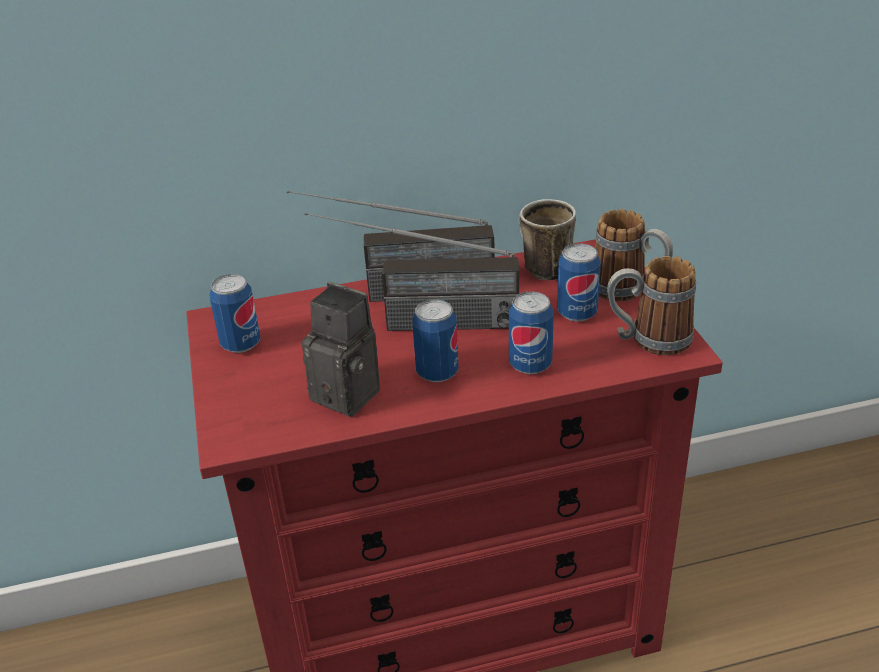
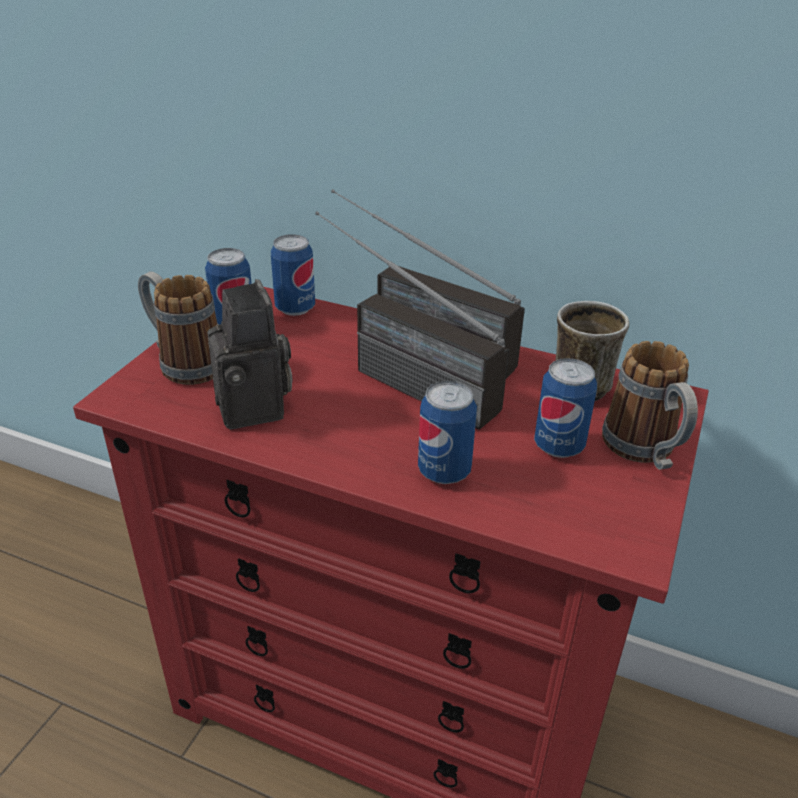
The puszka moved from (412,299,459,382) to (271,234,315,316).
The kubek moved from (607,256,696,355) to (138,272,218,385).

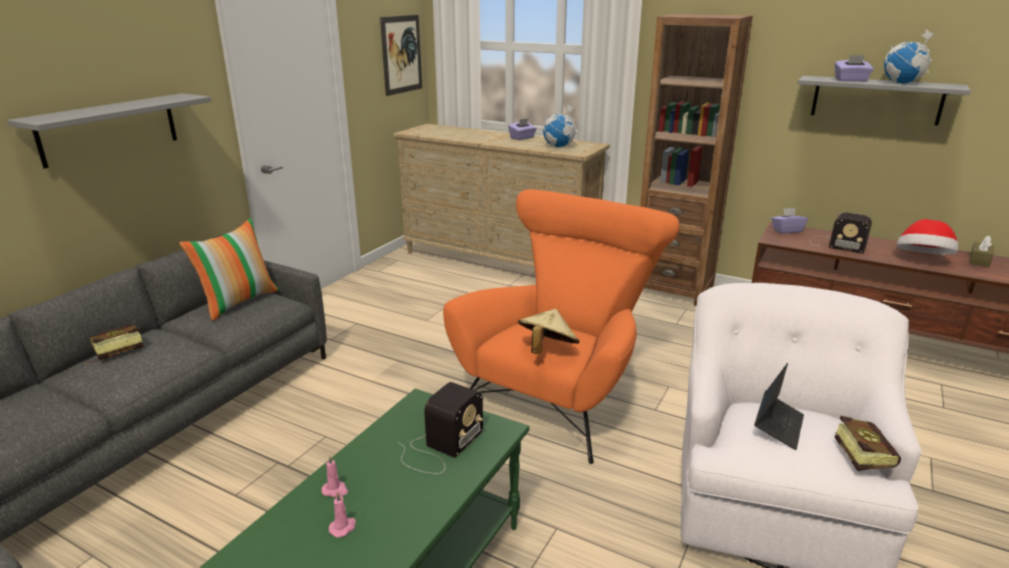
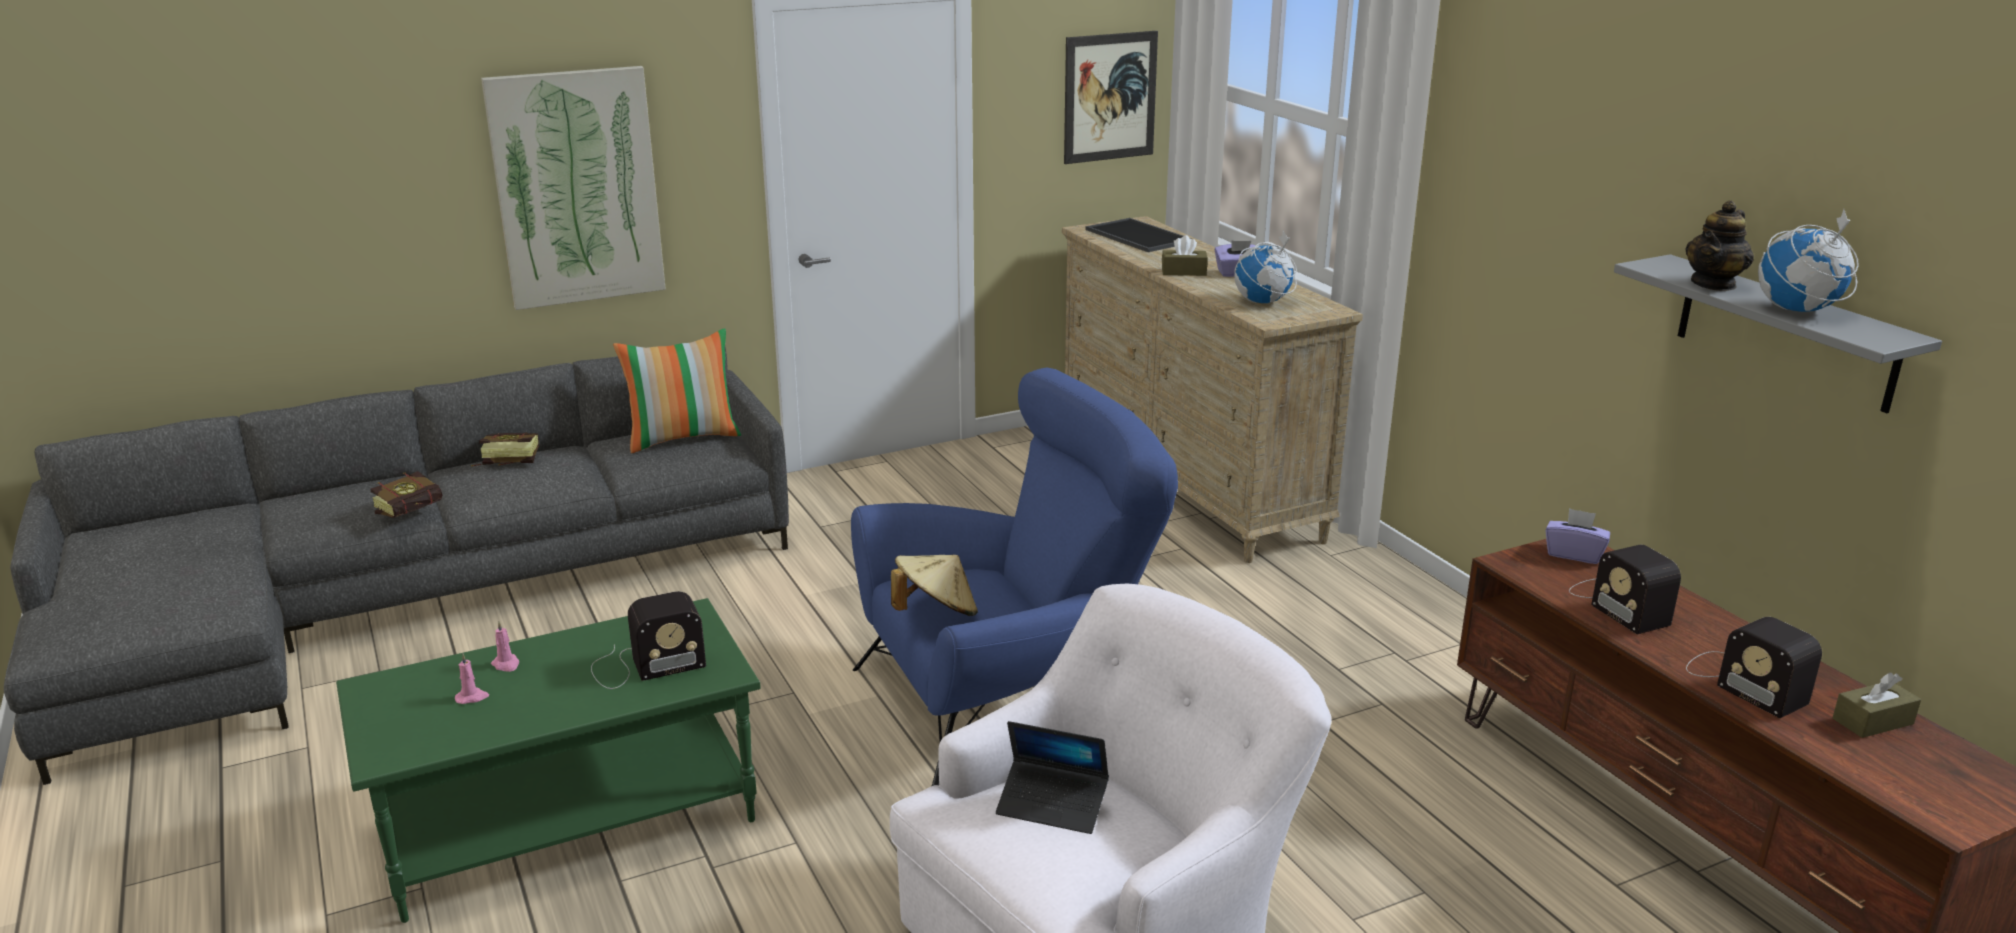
The półka/szary at (7,93,211,169) was replaced by the obraz at (481,66,666,310).
The fotel/pomarańczowy at (443,189,679,464) became the fotel/niebieski at (851,368,1178,786).
The regał/brązowy at (640,14,753,306) disappeared.
The laptop at (754,363,804,450) turned 45 degrees clockwise.
The pudełko chusteczek/fioletowy at (835,55,874,82) was replaced by the imbryk at (1685,200,1754,291).
The książka moved from (835,416,901,471) to (370,471,442,518).
The kapelusz at (896,219,958,255) was replaced by the radio at (1686,617,1822,718).
The taca at (1085,218,1191,252) appeared.
The pudełko chusteczek/brązowy at (1162,235,1208,276) appeared.

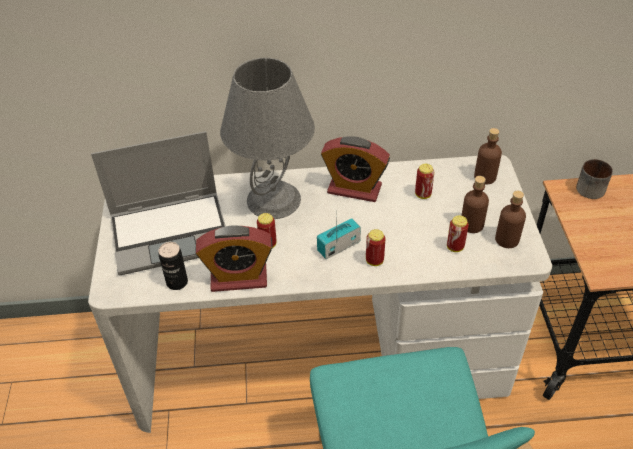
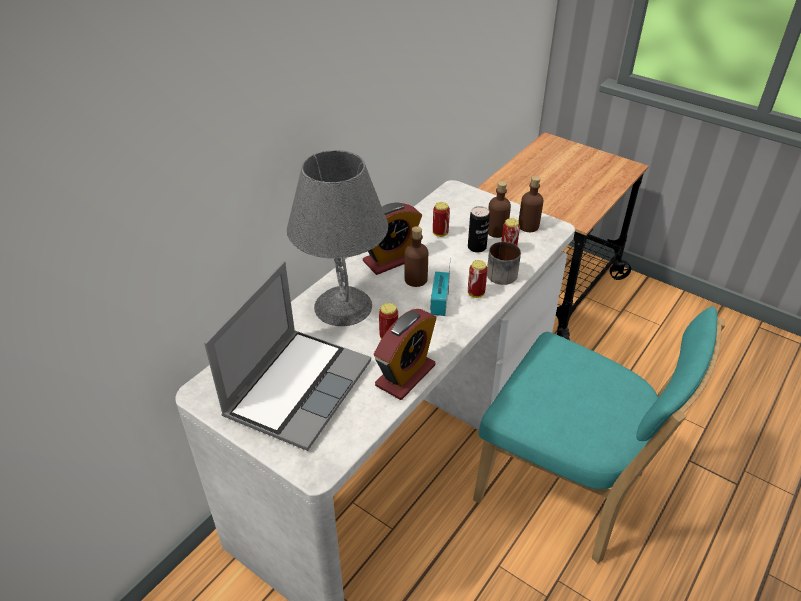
The puszka moved from (159,242,188,290) to (468,206,490,253).
The butelka/brązowy moved from (474,128,502,184) to (404,226,428,287).
The kubek moved from (576,159,613,199) to (487,242,521,285).

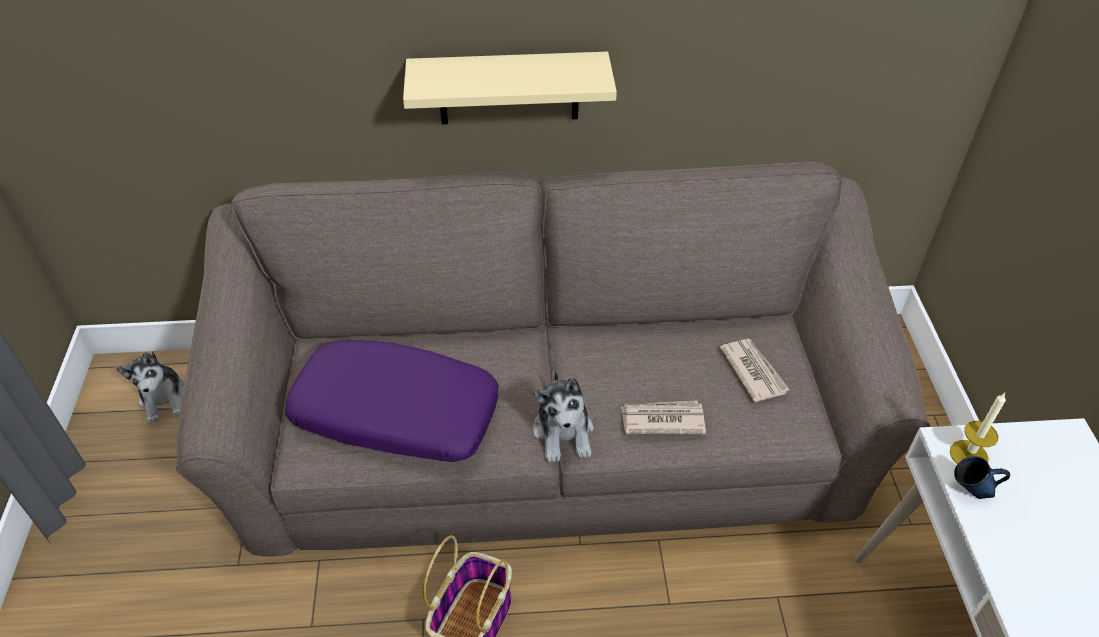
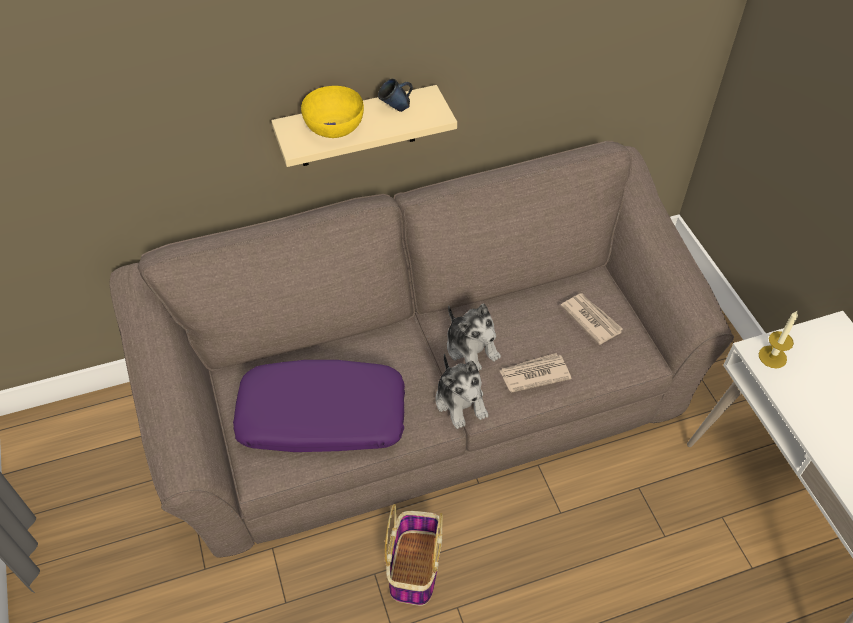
The pluszak moved from (116,351,185,424) to (447,304,501,371).
The kubek/niebieski moved from (954,456,1010,499) to (378,79,413,112).
The miska/żółty at (301,86,364,138) appeared.

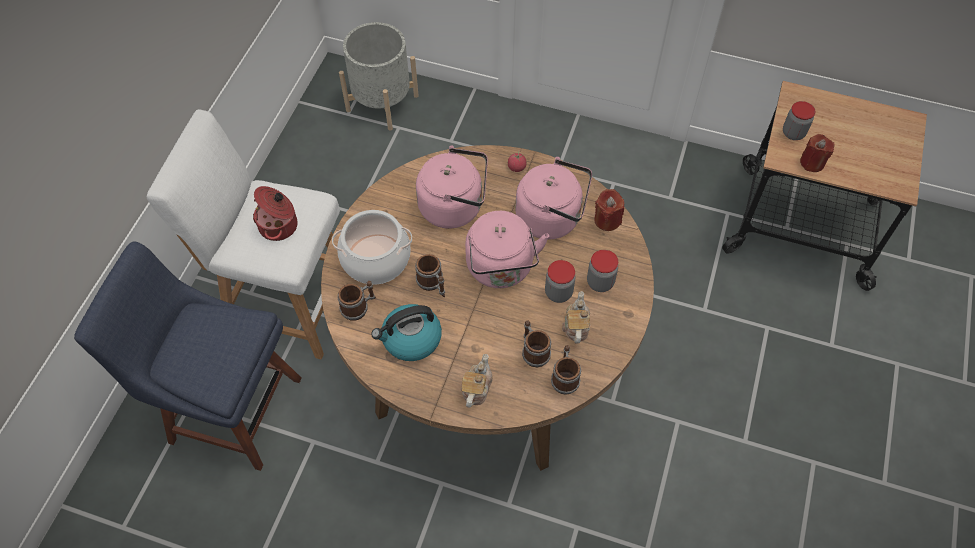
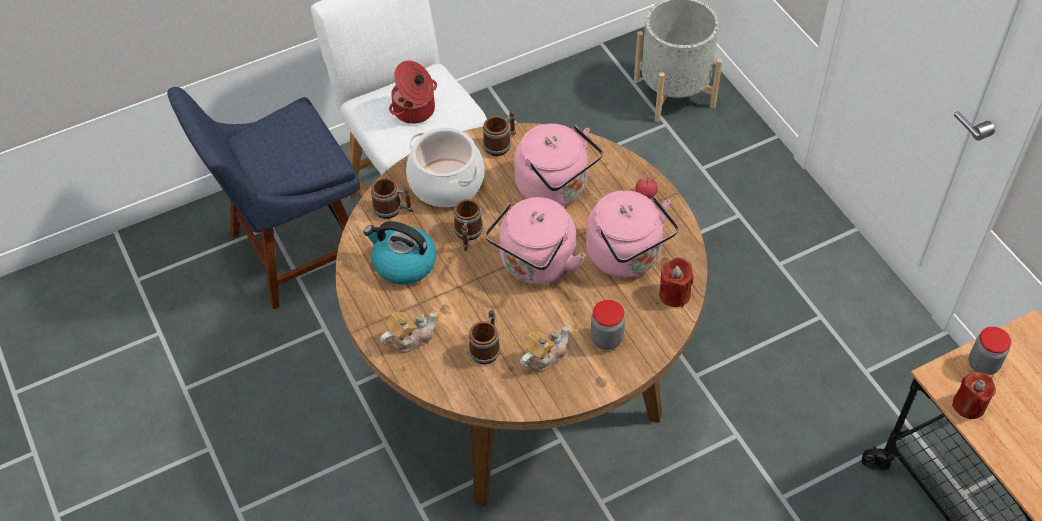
The krzesło/niebieski at (74,242,302,471) turned 90 degrees counterclockwise.
The słoik at (545,260,576,303) disappeared.
The kubek moved from (551,345,581,395) to (483,111,516,156).

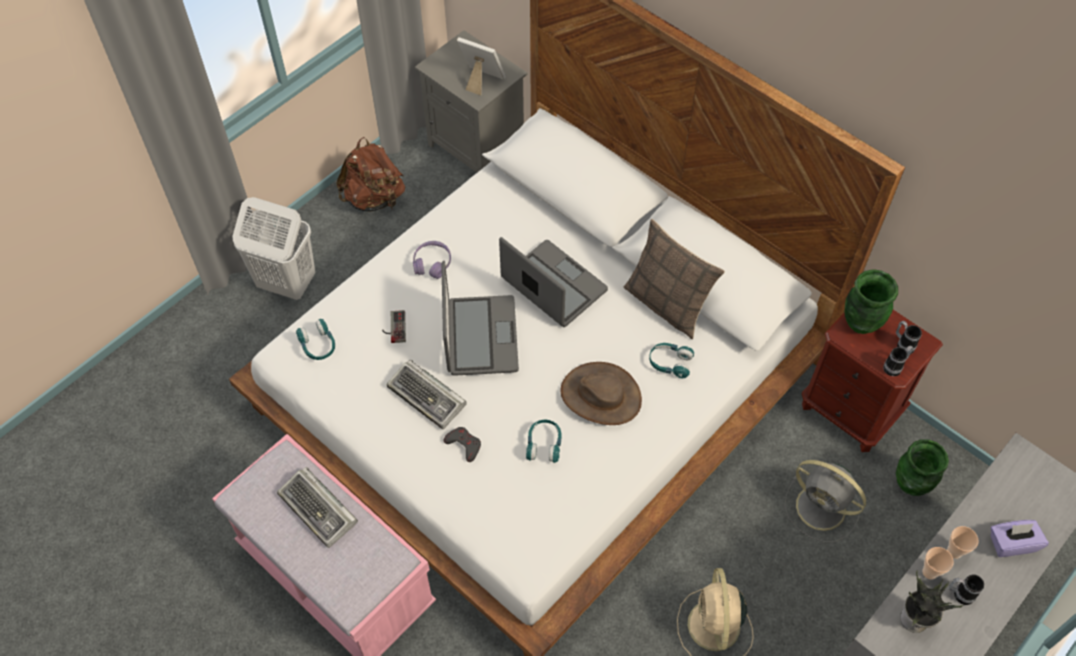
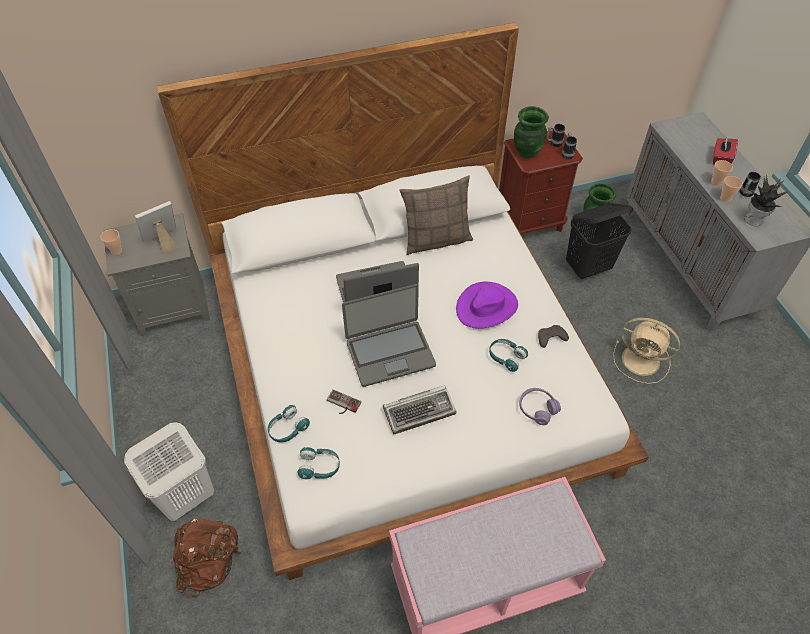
The klawiatura at (277,467,358,548) disappeared.
The plecak/brązowy moved from (336,137,405,211) to (173,518,241,598).
The słuchawki/fioletowy moved from (413,241,451,279) to (519,388,561,425).
The laptop at (441,261,519,376) turned 135 degrees clockwise.
The pad do gier/szary moved from (443,427,481,462) to (538,325,569,348).
The kapelusz/brązowy at (561,362,642,425) became the kapelusz/fioletowy at (456,282,518,329).
The słuchawki/turkusowy moved from (649,343,694,378) to (268,405,310,443).
The wentylator/szary at (784,460,866,542) was replaced by the kosz na pranie/czarny at (566,203,632,279).
The pudełko chusteczek/fioletowy at (991,520,1049,557) became the pudełko chusteczek/czerwony at (713,135,738,165).
The filiżanka at (100,229,122,255) appeared.

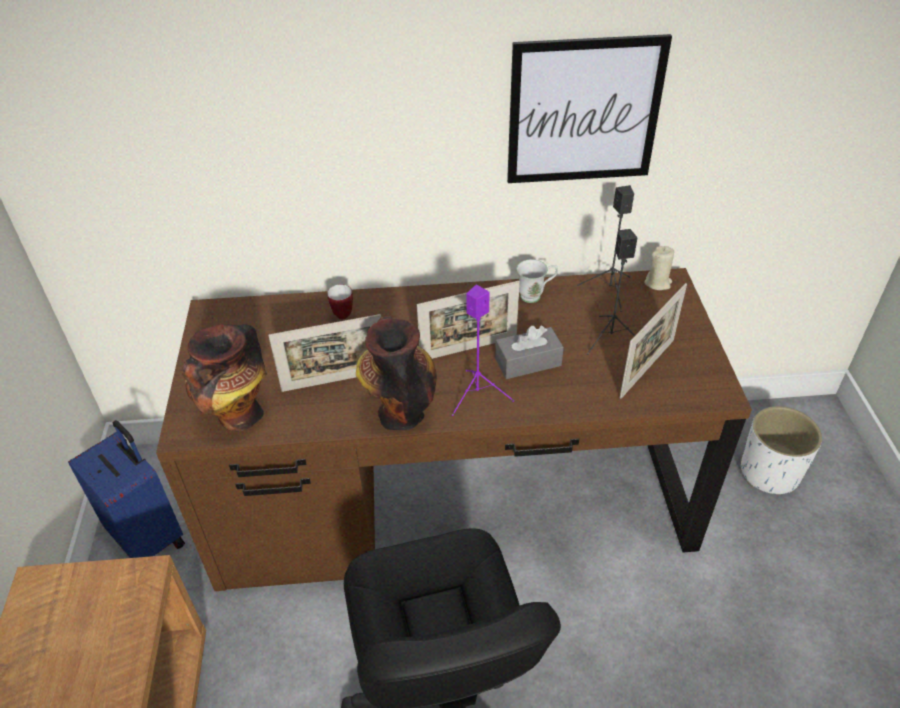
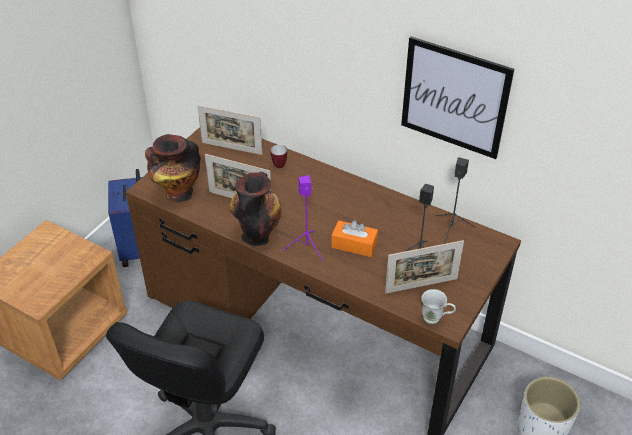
The ramka na zdjęcie moved from (417,281,520,359) to (198,105,263,155).
The pudełko chusteczek/szary at (495,326,564,379) became the pudełko chusteczek/pomarańczowy at (331,220,378,257).
The kubek/biały moved from (517,259,558,303) to (422,289,456,324).
The świeca/beżowy at (644,246,674,290) disappeared.

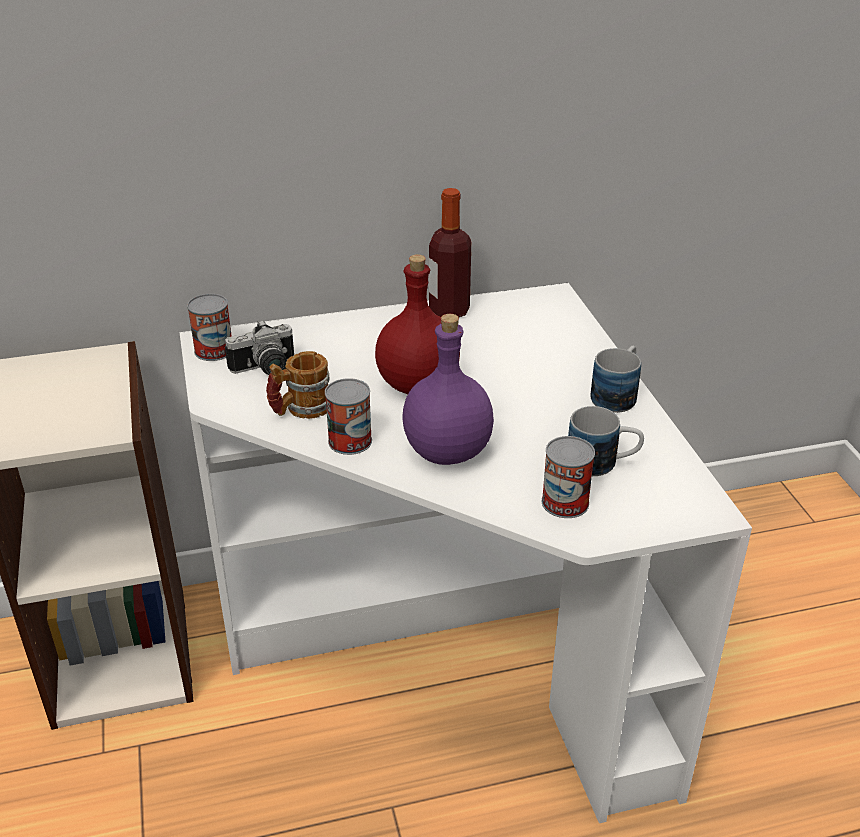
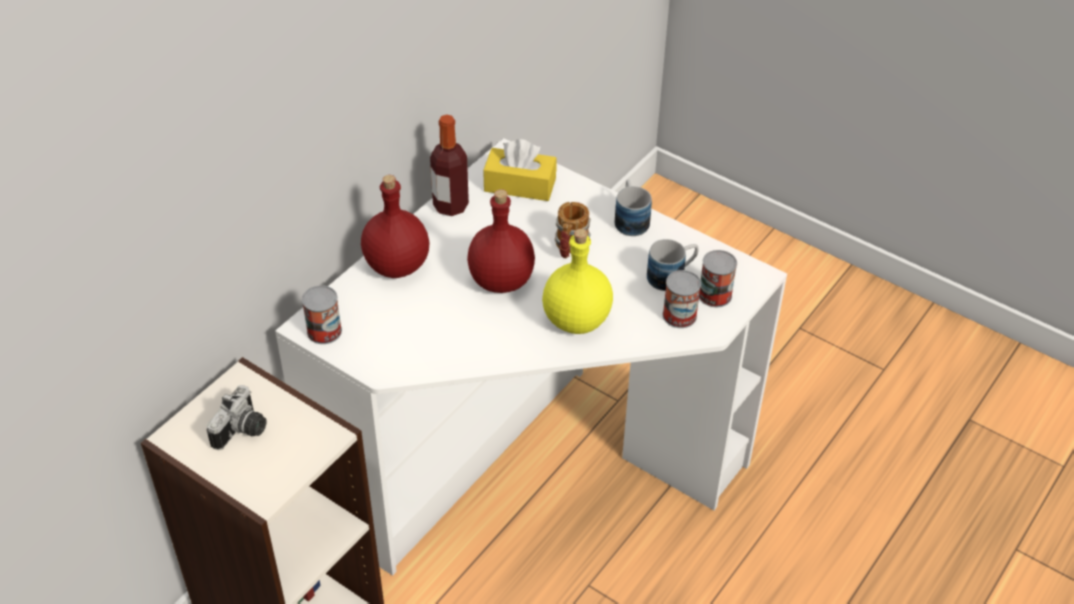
The aparat fotograficzny moved from (225,320,294,375) to (206,385,267,450).
The kubek moved from (266,351,329,419) to (555,202,591,258).
The puszka moved from (325,378,372,455) to (699,250,737,307).
The butelka/fioletowy at (403,314,494,465) became the butelka/żółty at (542,229,613,334).
The butelka/czerwony at (361,175,430,278) appeared.
The pudełko chusteczek/żółty at (483,139,556,201) appeared.

